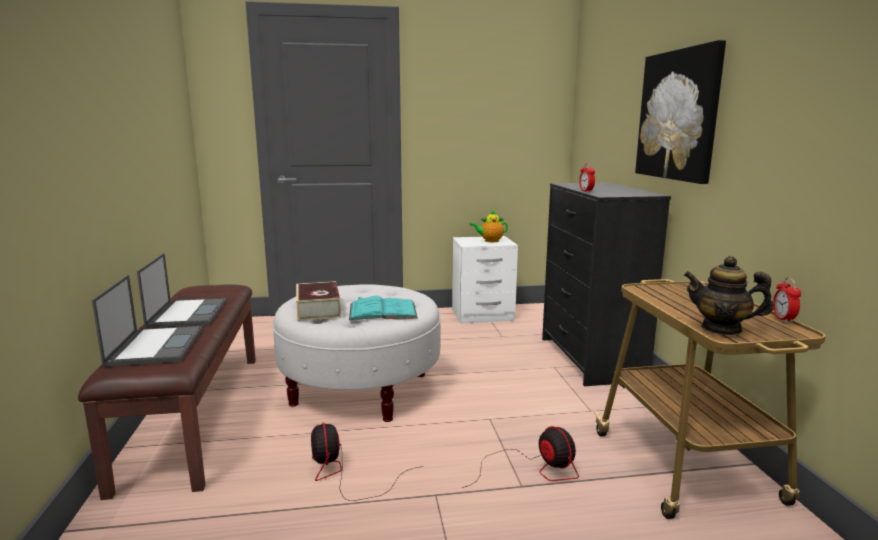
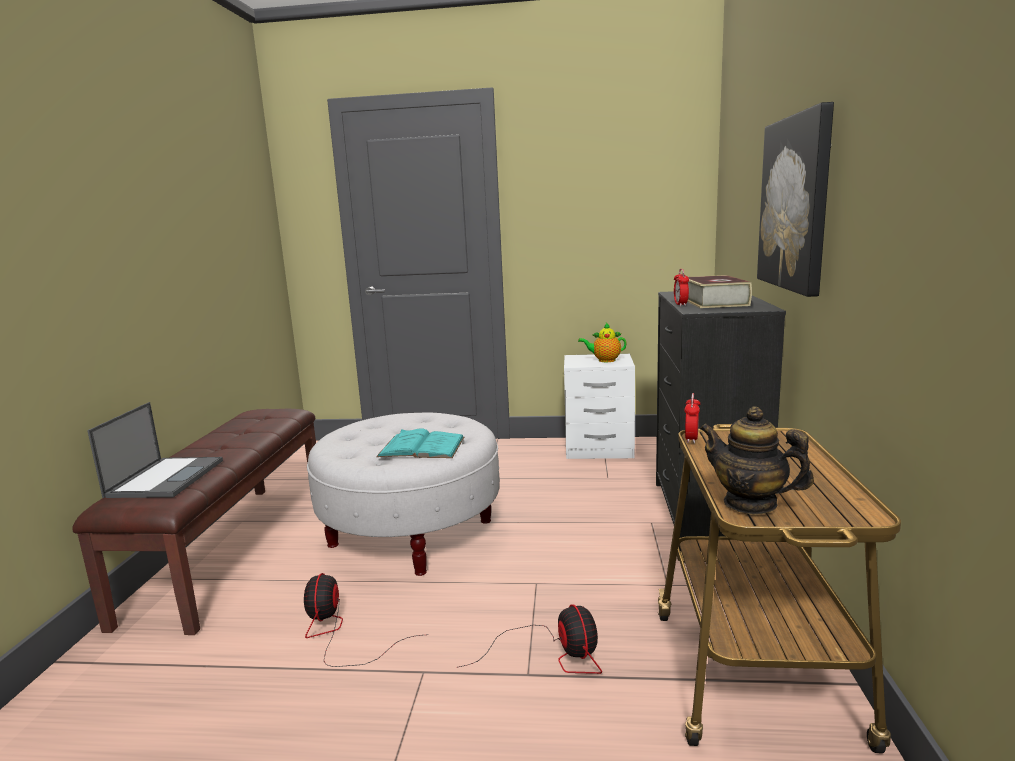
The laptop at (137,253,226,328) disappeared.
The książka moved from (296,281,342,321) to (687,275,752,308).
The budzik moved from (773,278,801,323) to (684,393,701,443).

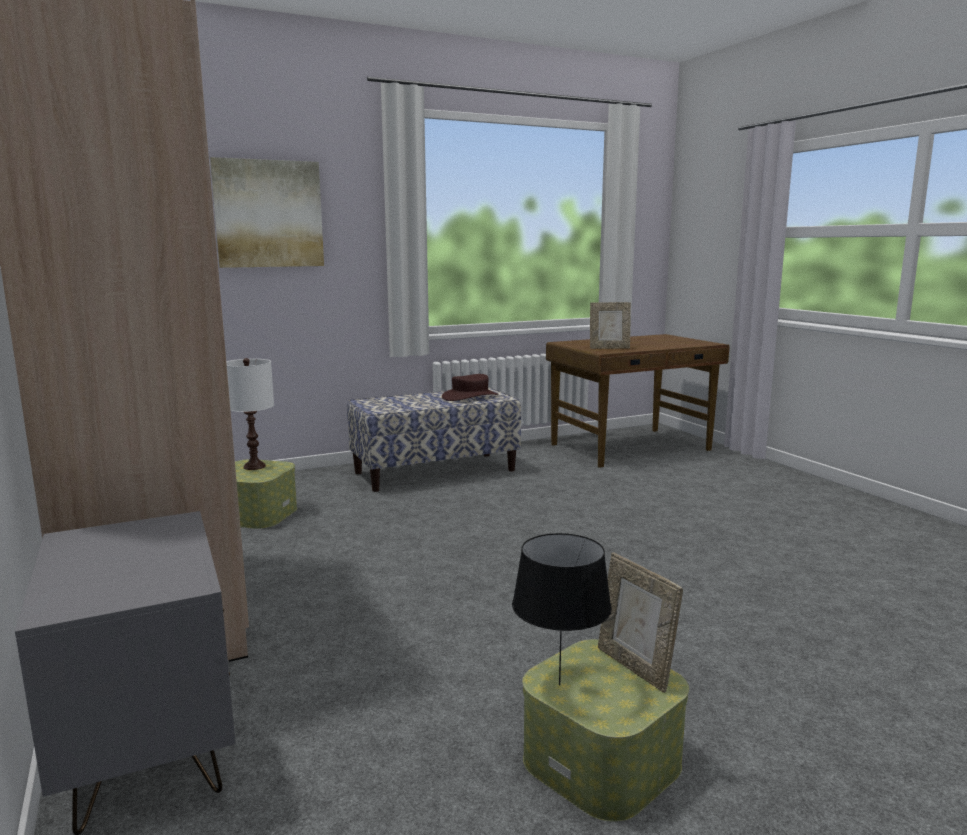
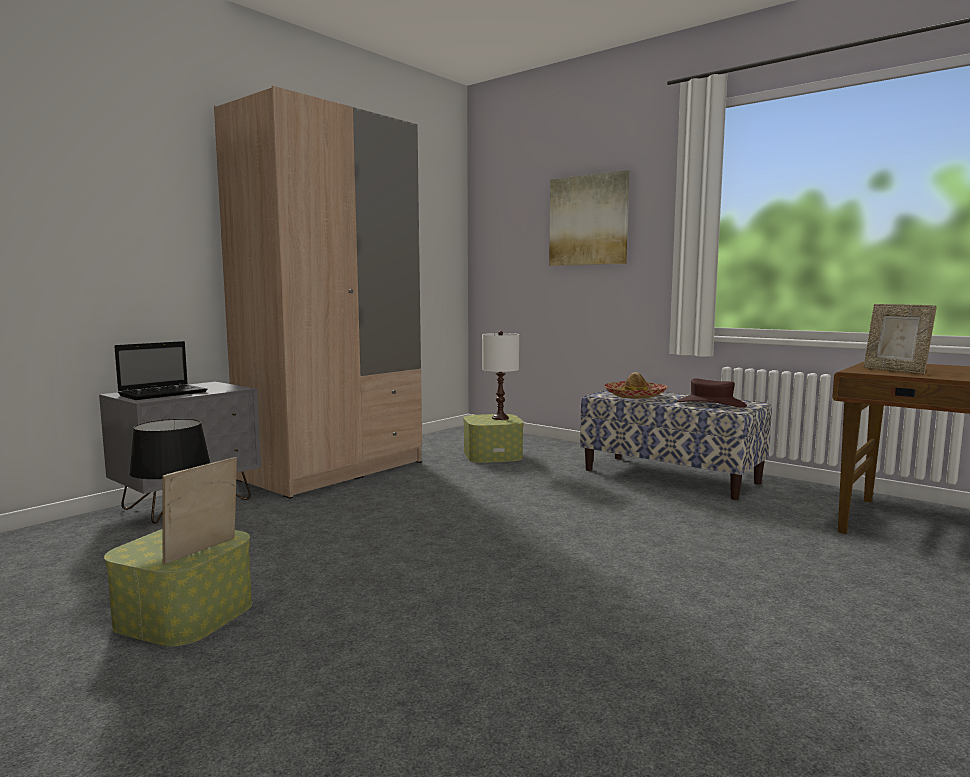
The laptop at (114,341,207,400) appeared.
The kapelusz at (604,372,667,399) appeared.

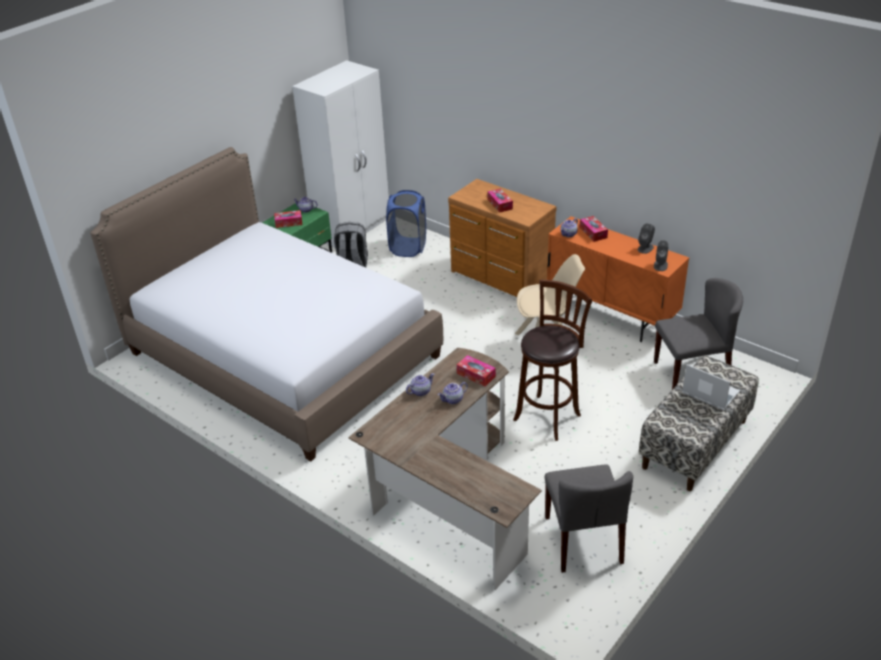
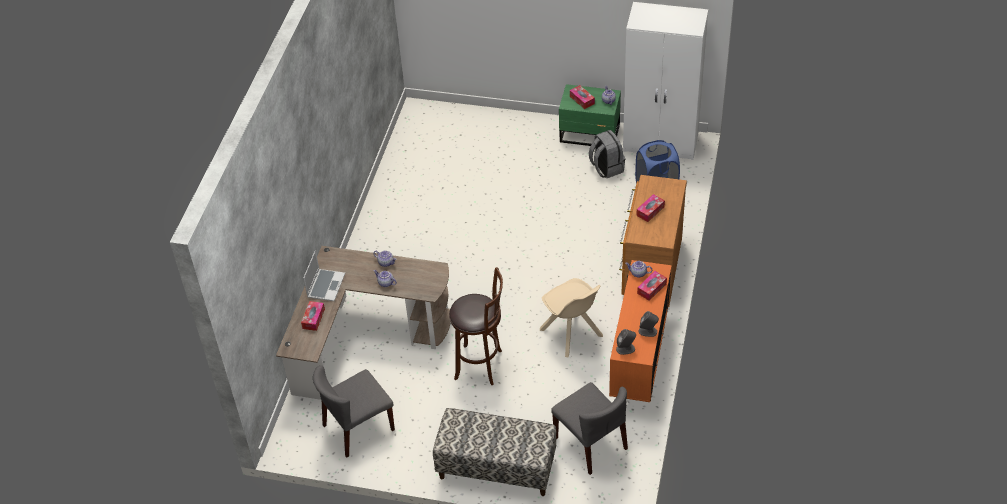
The łóżko at (90,147,443,461) disappeared.
The pudełko chusteczek moved from (457,355,496,387) to (301,301,325,331).
The laptop moved from (682,364,740,410) to (303,250,345,301).

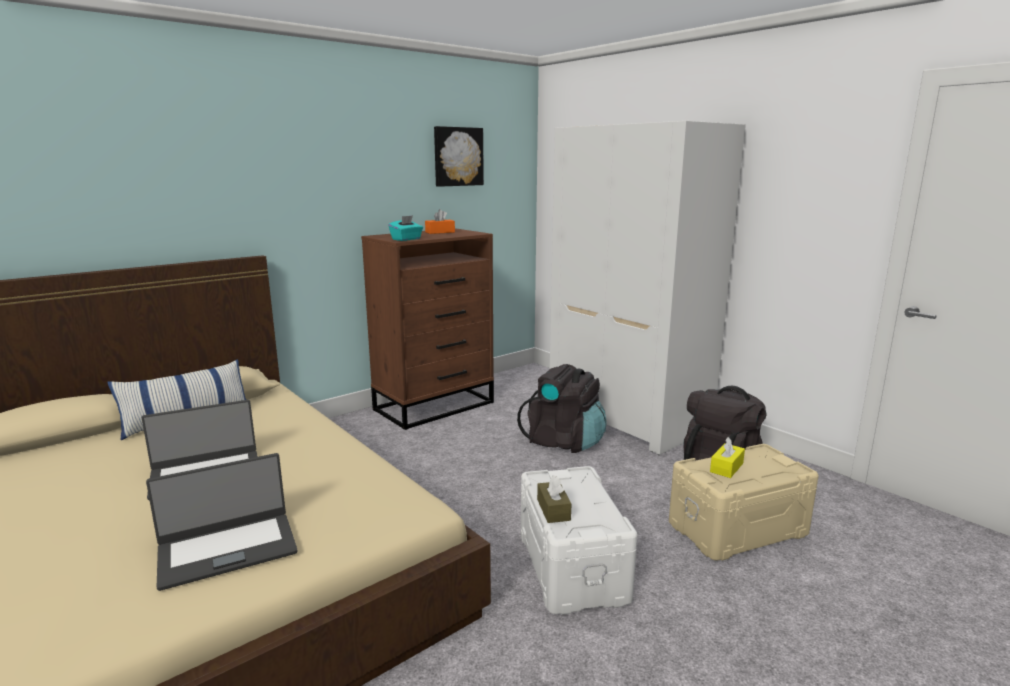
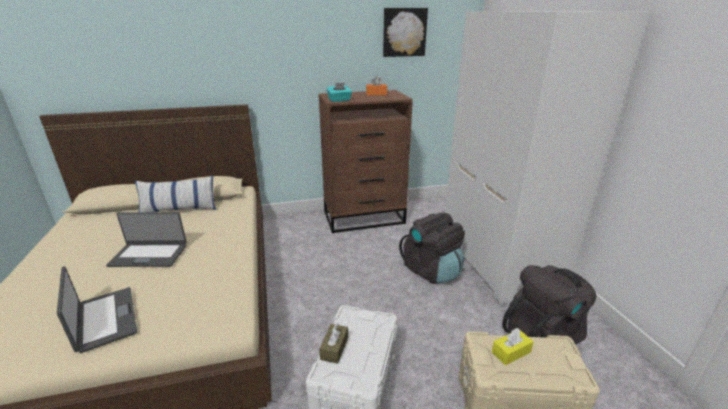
The laptop at (146,453,297,591) turned 120 degrees counterclockwise.

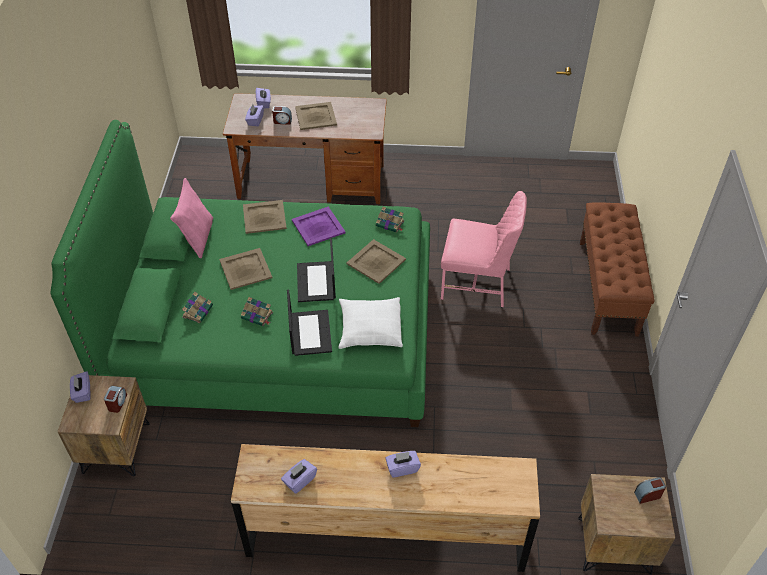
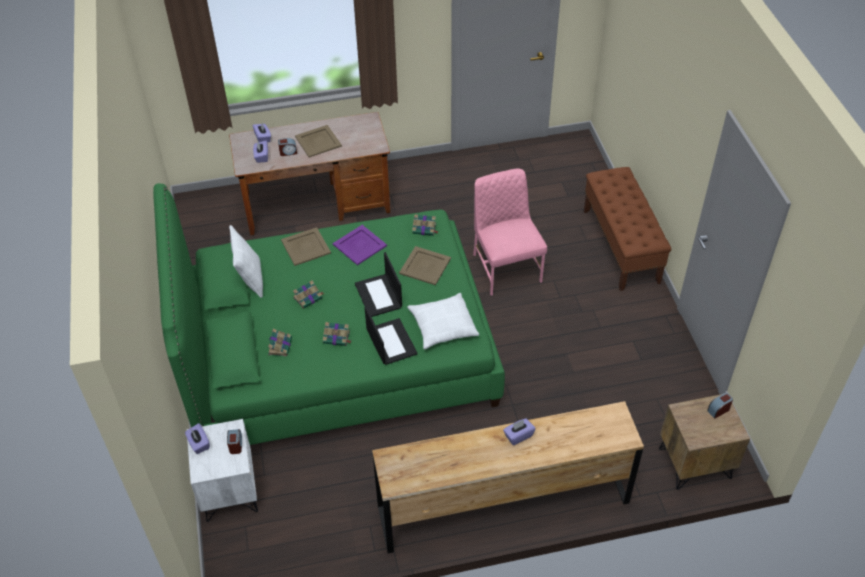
The szafka nocna/brązowy at (57,375,150,477) became the szafka nocna/biały at (187,419,258,522).
The poduszka/różowy at (170,178,213,258) became the poduszka/biały at (229,225,263,298).
The taca/beżowy at (219,248,272,290) was replaced by the książka at (293,281,324,309).
The pudełko chusteczek/fioletowy at (281,459,317,494) disappeared.
The krzesło/różowy at (441,191,527,308) turned 105 degrees counterclockwise.

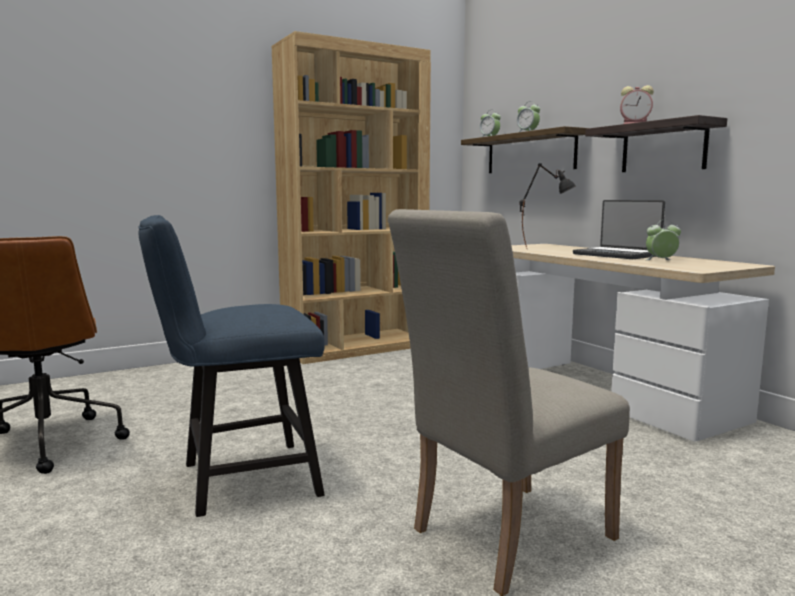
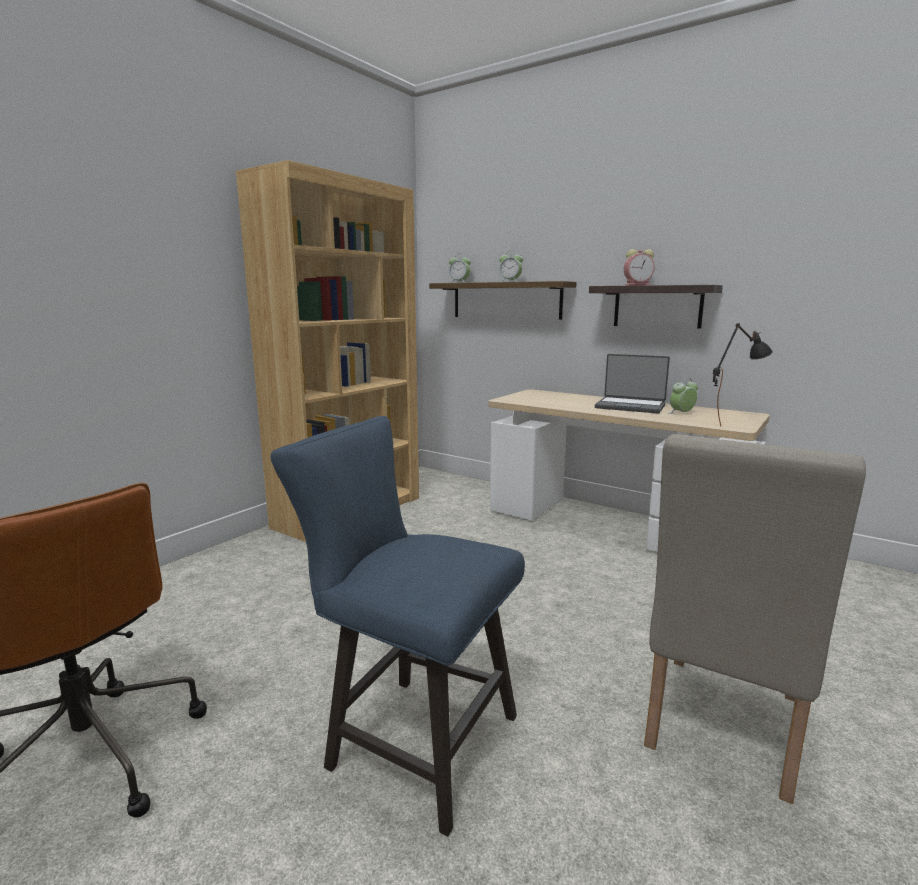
The krzesło/niebieski at (138,215,325,517) turned 75 degrees clockwise.
The lampa stołowa/czarny moved from (520,163,576,249) to (713,323,773,427).

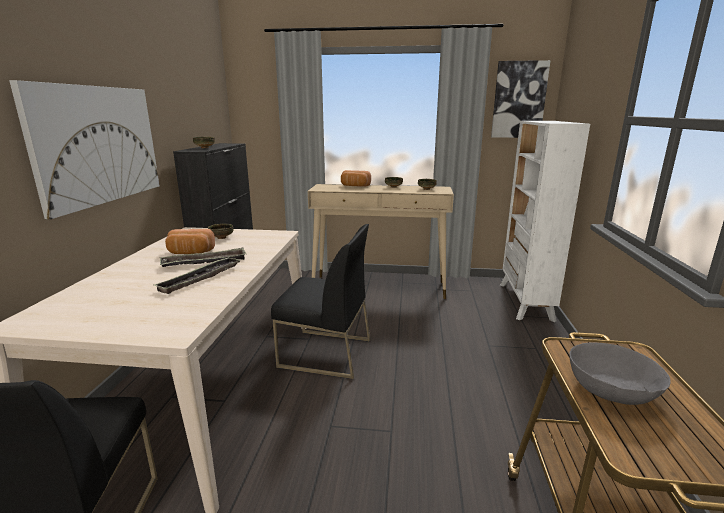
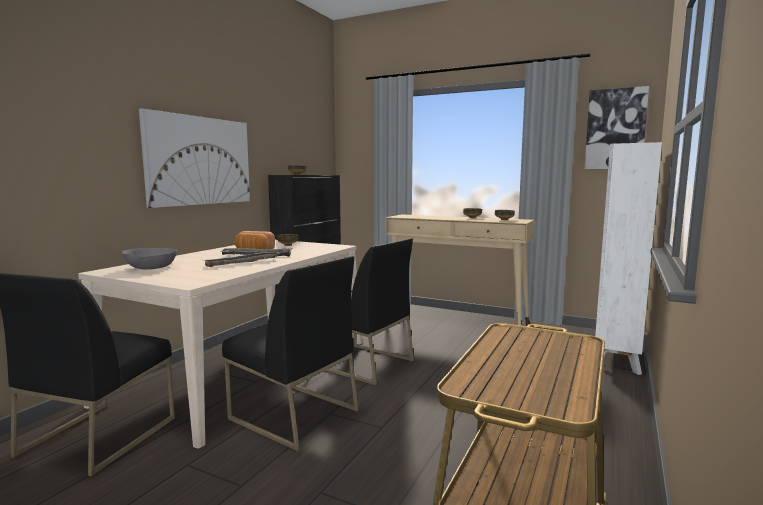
The chleb at (341,170,371,187) disappeared.
The miska/szary moved from (569,343,671,405) to (122,248,177,269).
The krzesło/czarny at (222,256,359,451) appeared.

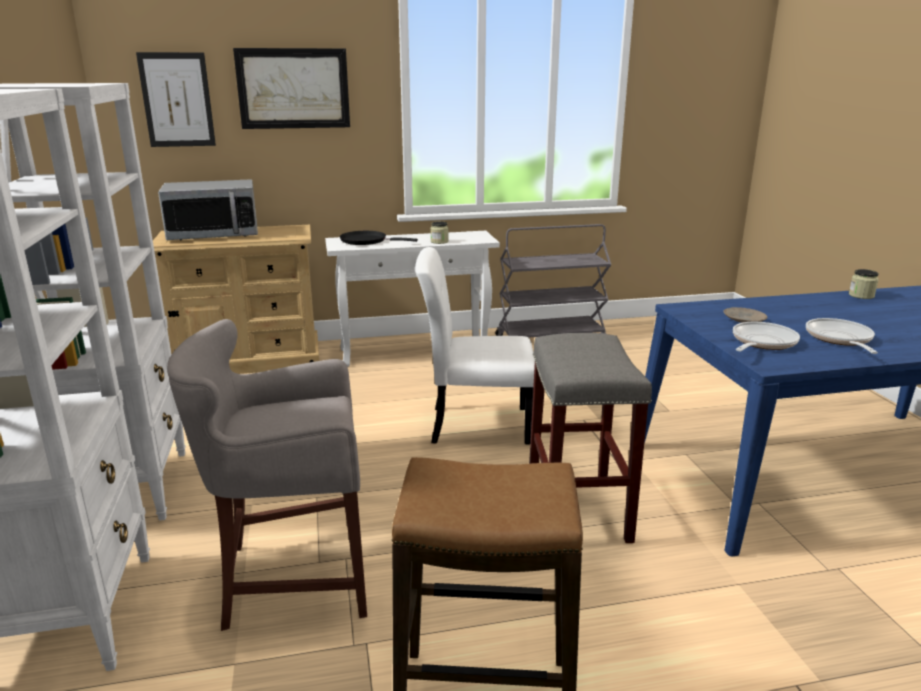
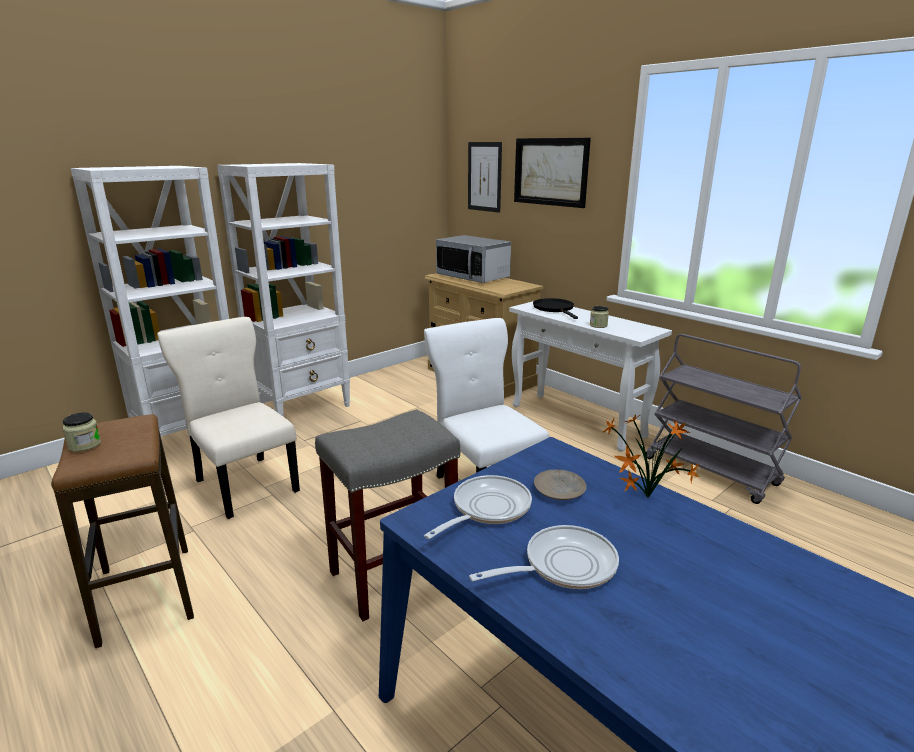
The stołek/szary at (167,319,367,631) was replaced by the krzesło/beżowy at (157,317,300,519).
The patelnia at (733,322,800,351) turned 60 degrees counterclockwise.
The słoik moved from (849,269,879,299) to (63,412,101,452).
The roślina doniczkowa at (603,414,699,497) appeared.

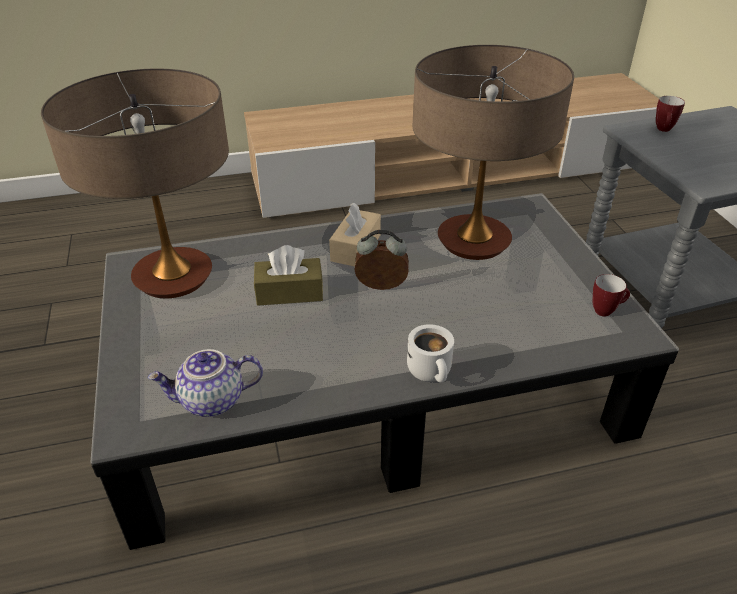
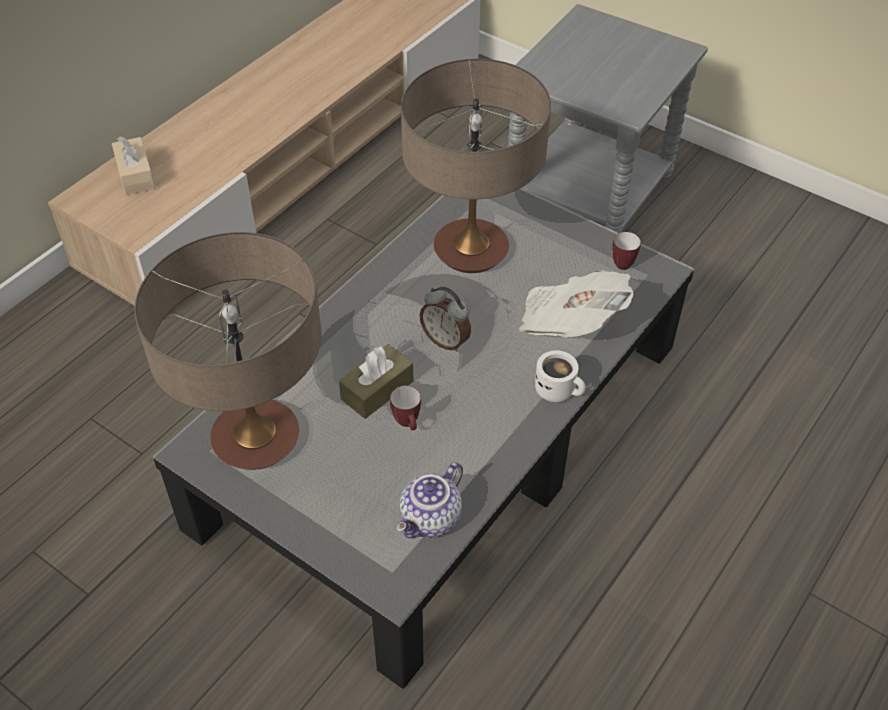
The pudełko chusteczek/beżowy moved from (329,203,381,267) to (112,137,155,195).
The budzik at (354,230,409,290) turned 105 degrees counterclockwise.
The kubek moved from (656,96,685,132) to (390,386,421,430).
The gazeta at (519,270,634,338) appeared.

